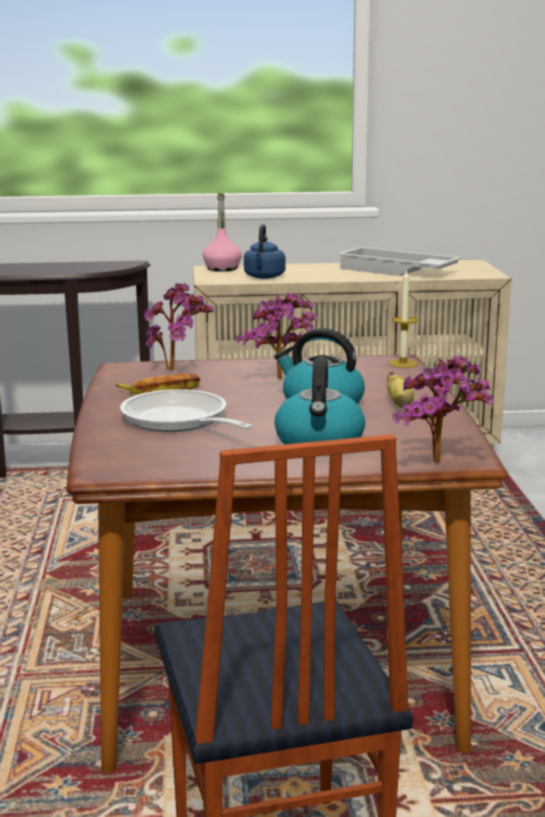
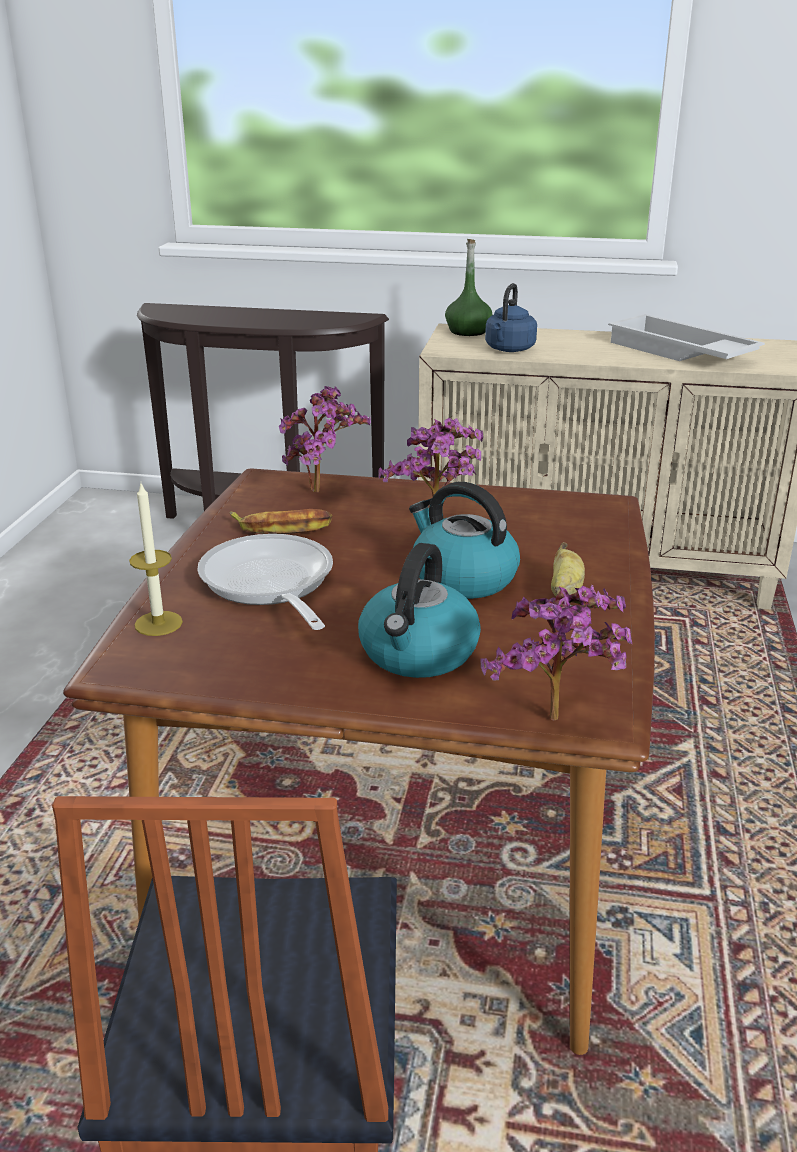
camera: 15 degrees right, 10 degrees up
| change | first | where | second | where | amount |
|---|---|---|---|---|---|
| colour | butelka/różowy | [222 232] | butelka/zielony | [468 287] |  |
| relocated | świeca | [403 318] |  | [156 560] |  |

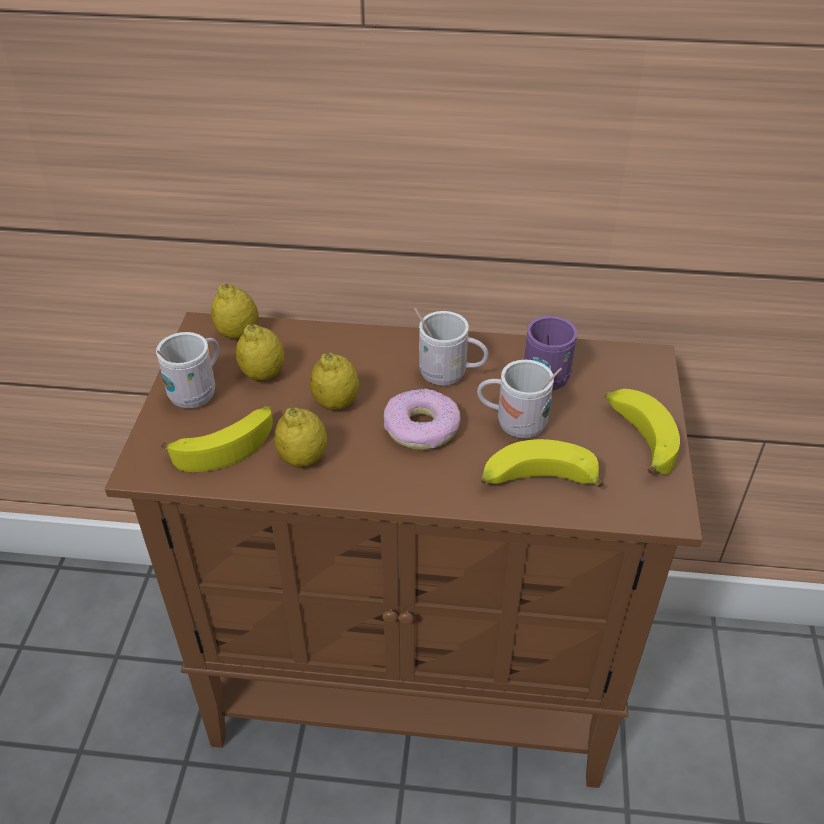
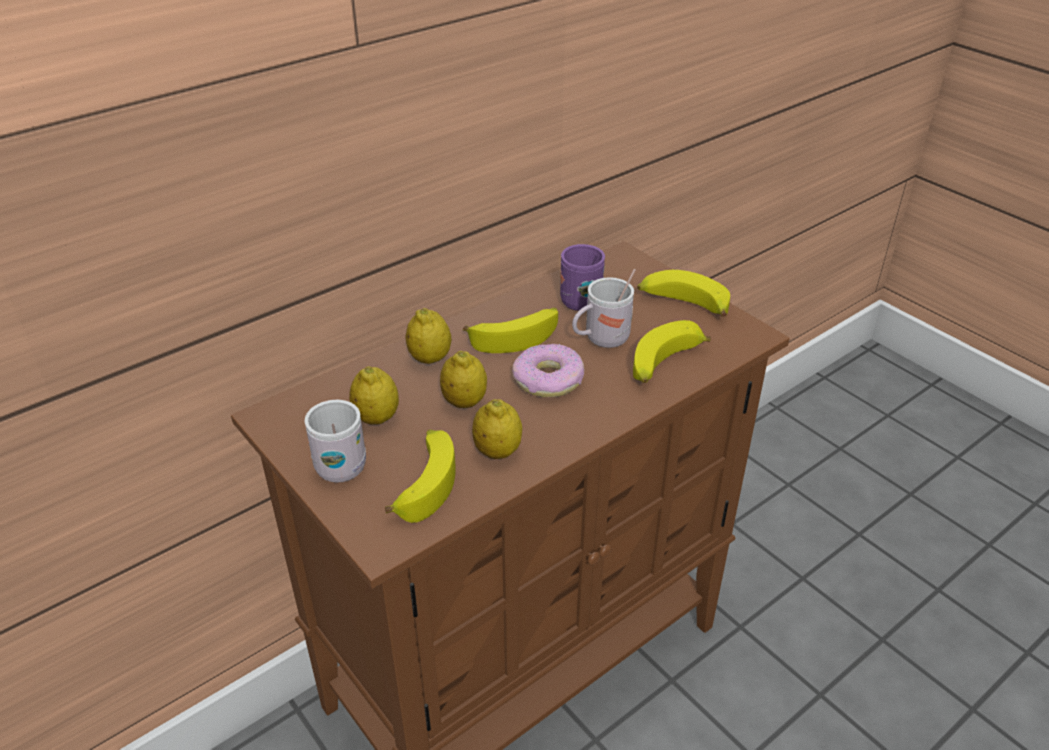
camera: 45 degrees left, 5 degrees down
| change | first | where | second | where | amount |
|---|---|---|---|---|---|
| relocated | cytryna | [235 311] |  | [428 336] |  |
| exchanged | kubek/biały | [451 347] | banan | [510 330] |  |

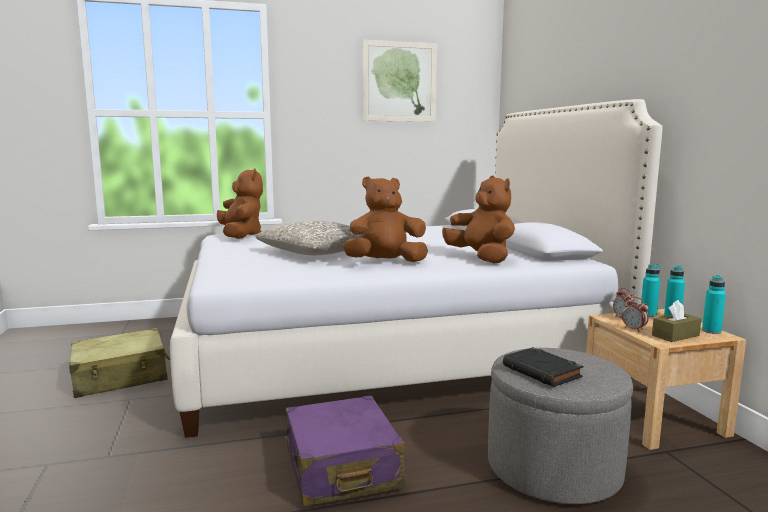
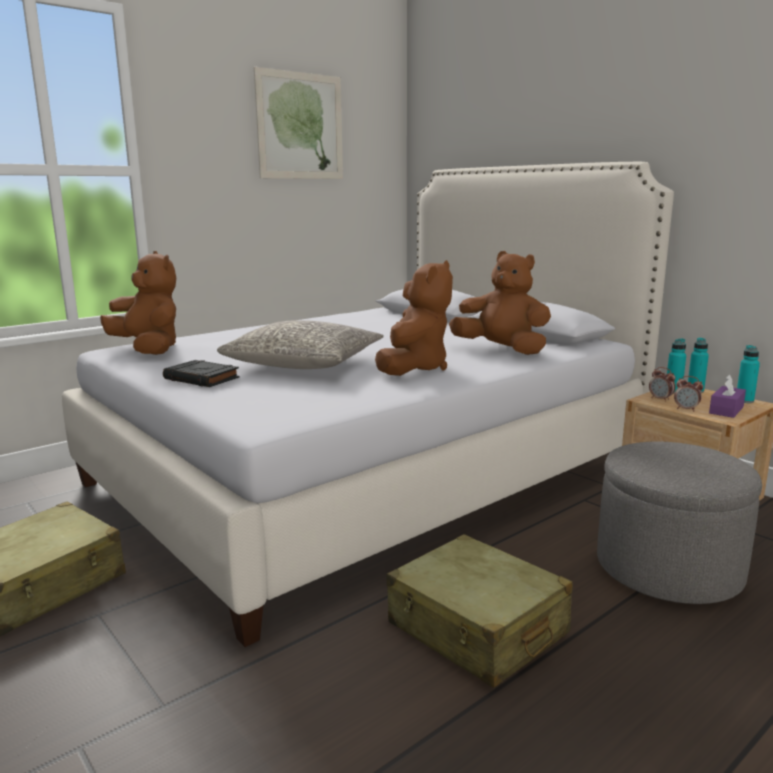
camera: 25 degrees left, 5 degrees up
| change | first | where | second | where | amount |
|---|---|---|---|---|---|
| colour | walizka/fioletowy | [345 451] | walizka/beżowy | [480 611] |  |
| spun | pluszak/brązowy | [385 219] |  | [414 318] | 150 degrees clockwise |
| relocated | książka/czarny | [543 367] |  | [201 373] |  |
| colour | pudełko chusteczek/brązowy | [676 321] | pudełko chusteczek/fioletowy | [727 396] |  |

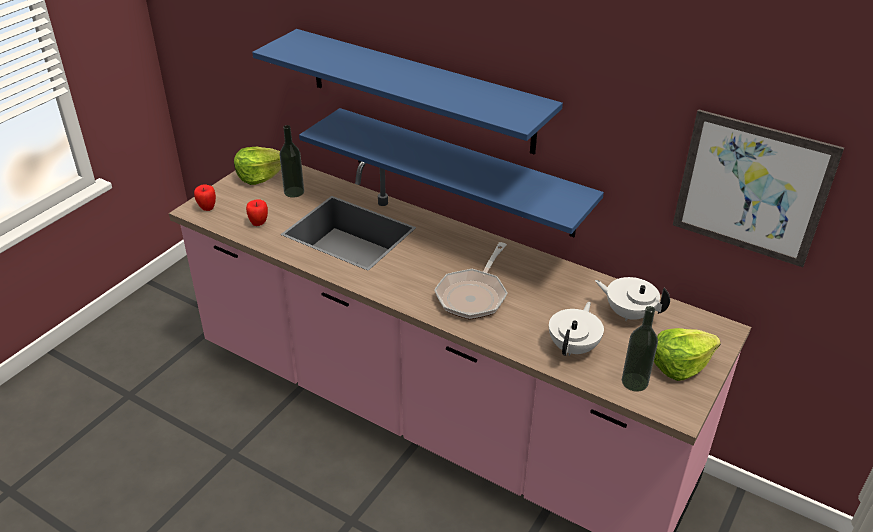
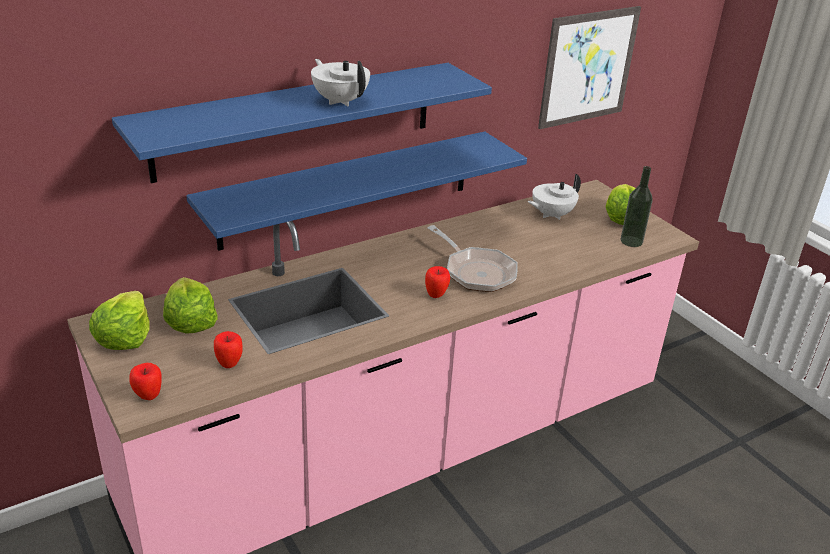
camera: 65 degrees left, 5 degrees down
| change | first | where | second | where | amount |
|---|---|---|---|---|---|
| exchanged | butelka | [291 161] | sałata | [190 305] |  |
| relocated | imbryk/biały | [576 329] |  | [340 82] |  |
| appeared |  |  | jabłko | [437 282] |  |

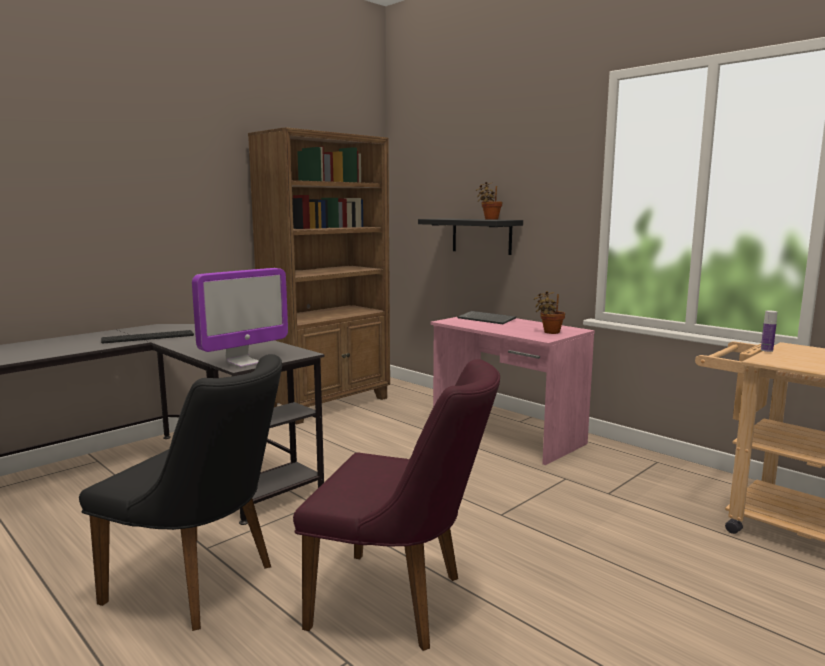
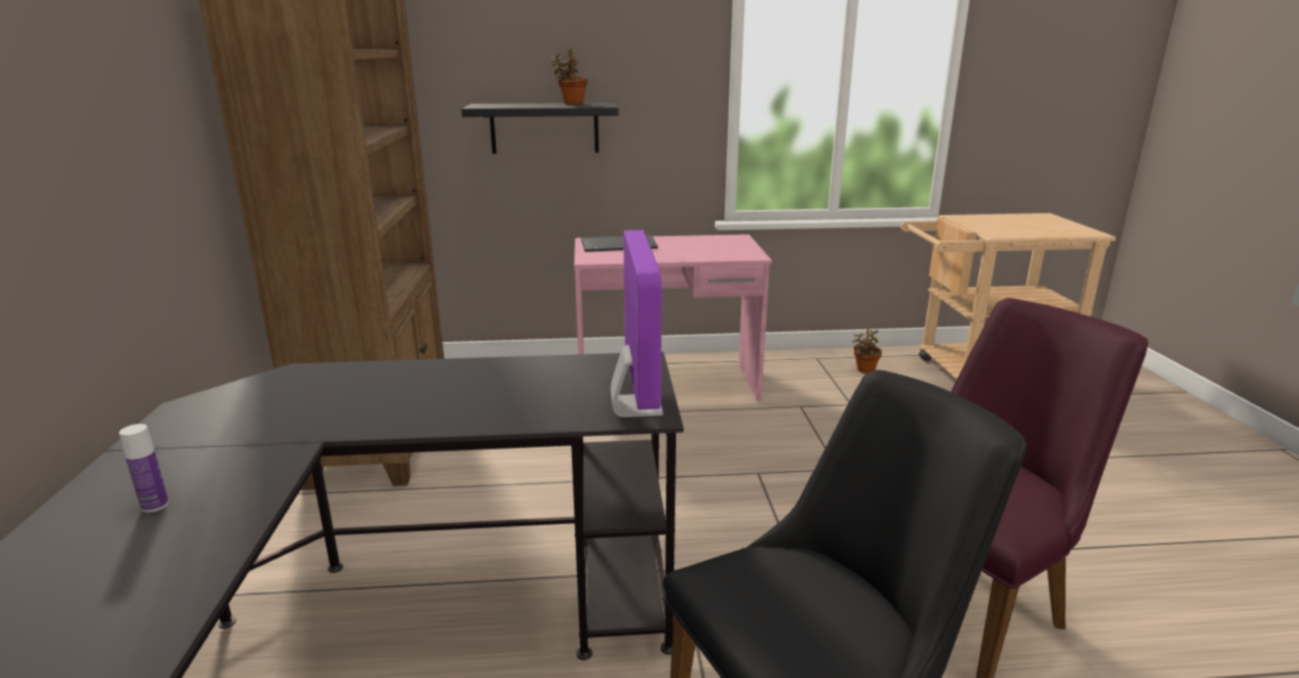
camera: 50 degrees left, 10 degrees up
| change | first | where | second | where | amount |
|---|---|---|---|---|---|
| missing | klawiatura | [147 337] |  |  |  |
| relocated | roślina doniczkowa | [549 312] |  | [867 351] |  |
| relocated | butelka | [769 331] |  | [144 468] |  |

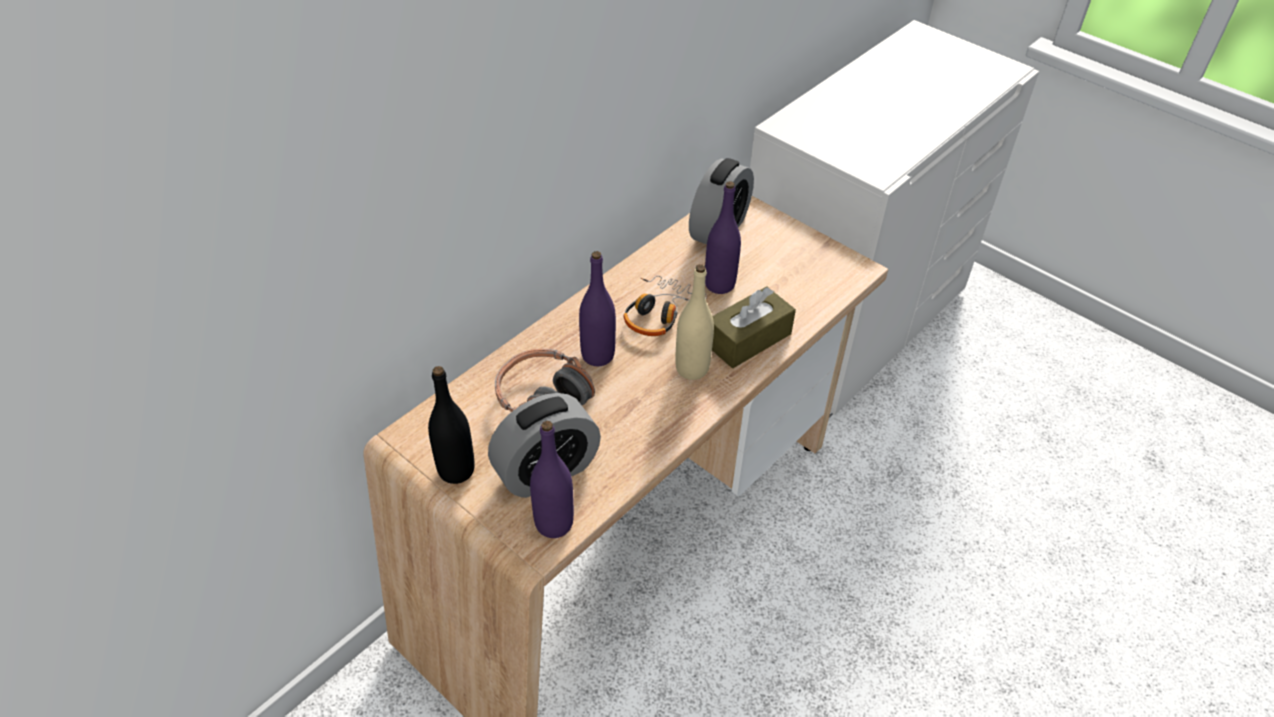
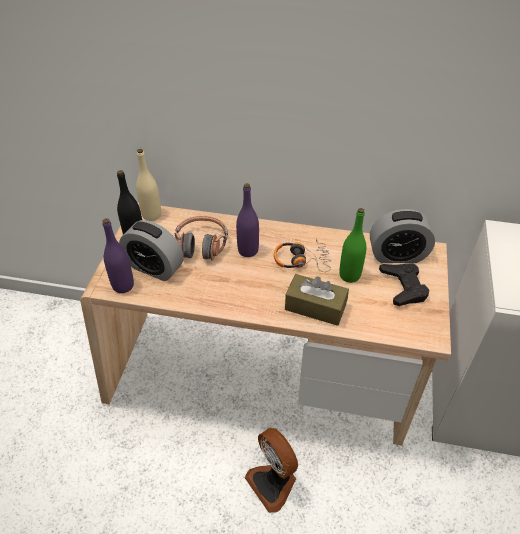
camera: 60 degrees right, 0 degrees up
| change | first | where | second | where | amount |
|---|---|---|---|---|---|
| relocated | butelka/beżowy | [694 322] |  | [148 185] |  |
| colour | butelka/fioletowy | [723 237] | butelka/zielony | [353 245] |  |
| appeared |  |  | wentylator | [271 470] |  |
| appeared |  |  | pad do gier/czarny | [404 284] |  |

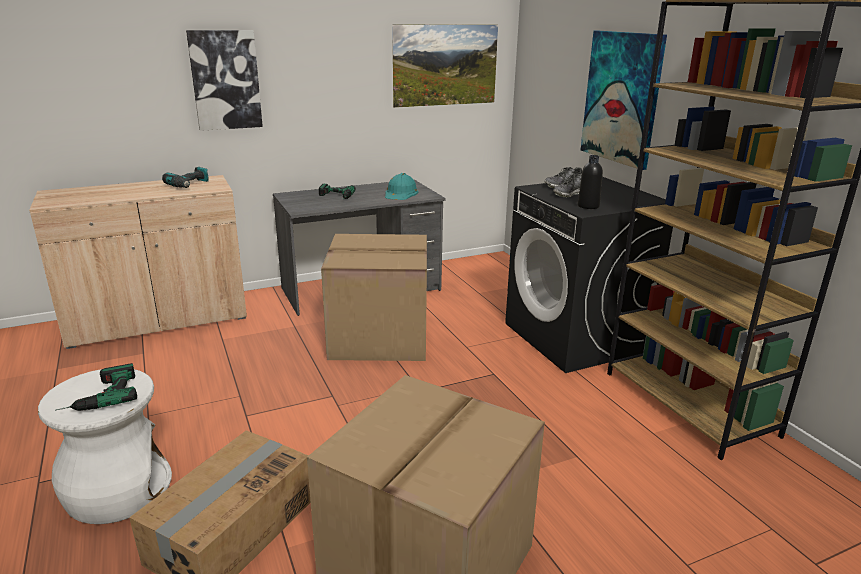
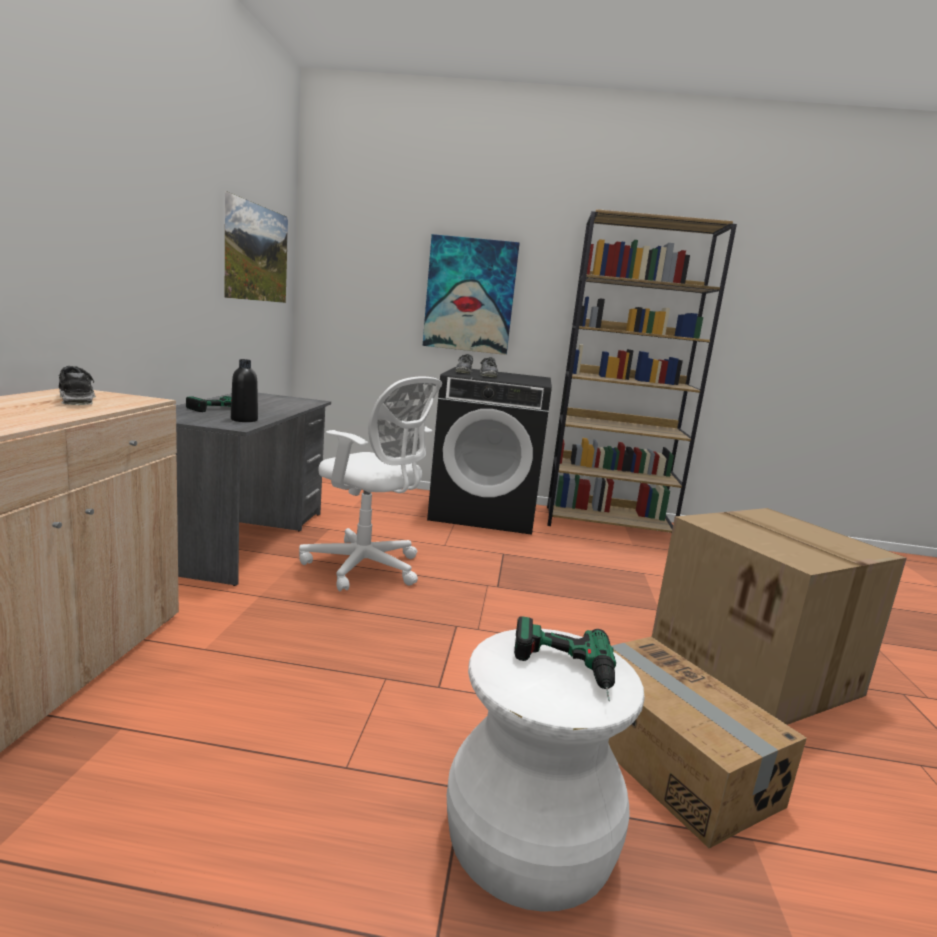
camera: 60 degrees left, 10 degrees down
| change | first | where | second | where | amount |
|---|---|---|---|---|---|
| exchanged | wiertarka | [185 177] | but | [77 385] |  |
| missing | obraz | [224 80] |  |  |  |
| exchanged | karton | [374 297] | krzesło biurowe/biały | [370 483] |  |
| missing | kask/turkusowy | [402 186] |  |  |  |
| relocated | butelka/czarny | [590 182] |  | [244 390] |  |

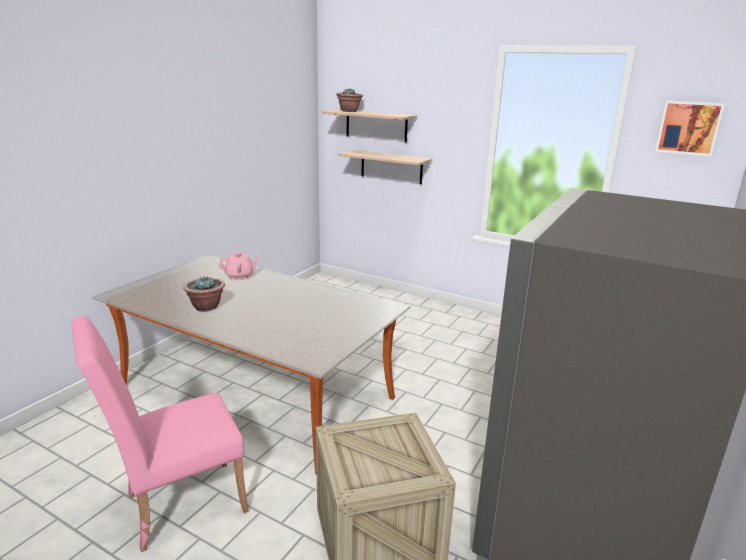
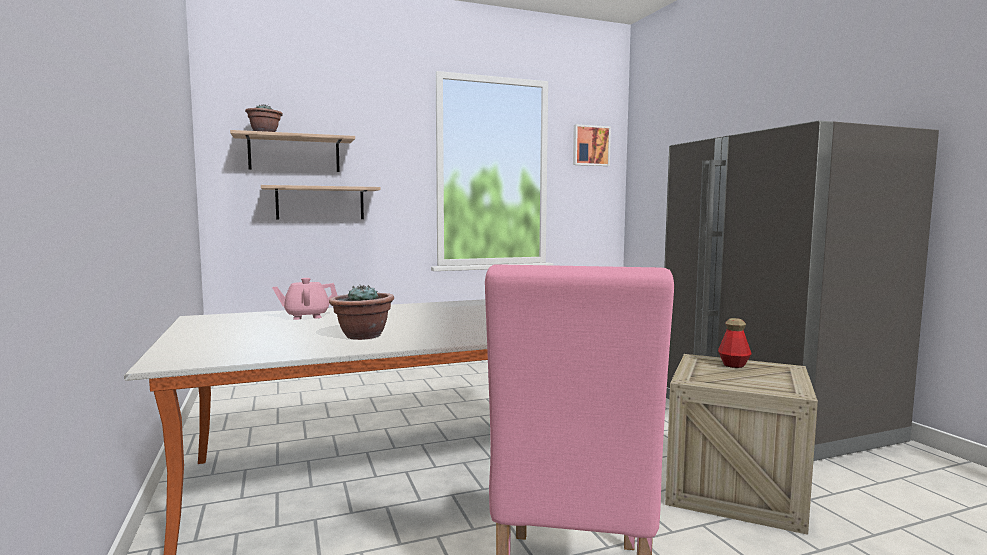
camera: 50 degrees left, 15 degrees down
| change | first | where | second | where | amount |
|---|---|---|---|---|---|
| spun | imbryk/różowy | [239 266] |  | [305 299] | 135 degrees counterclockwise |
| appeared |  |  | butelka | [734 343] |  |

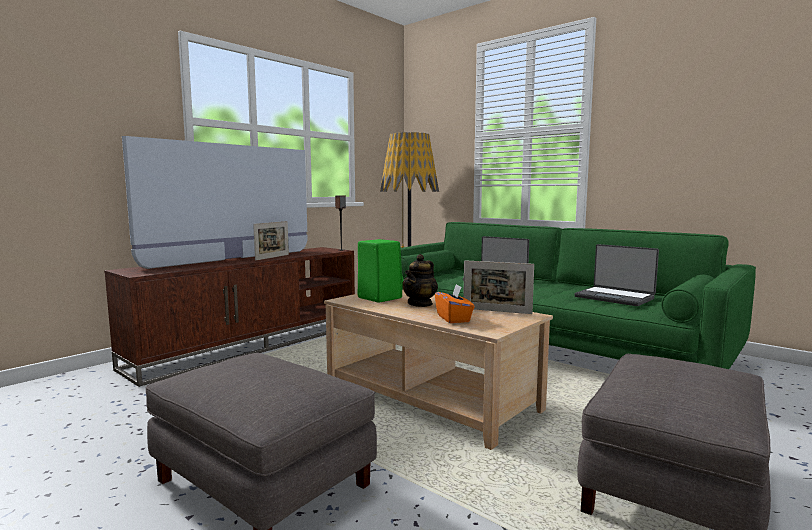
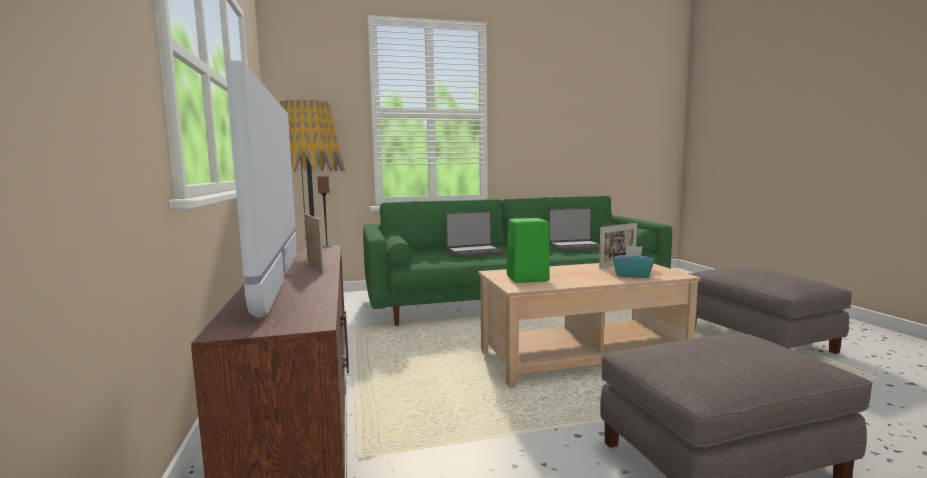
camera: 55 degrees left, 0 degrees up
| change | first | where | second | where | amount |
|---|---|---|---|---|---|
| missing | imbryk | [420 280] |  |  |  |
| colour | pudełko chusteczek/pomarańczowy | [455 303] | pudełko chusteczek/turkusowy | [633 262] |  |

